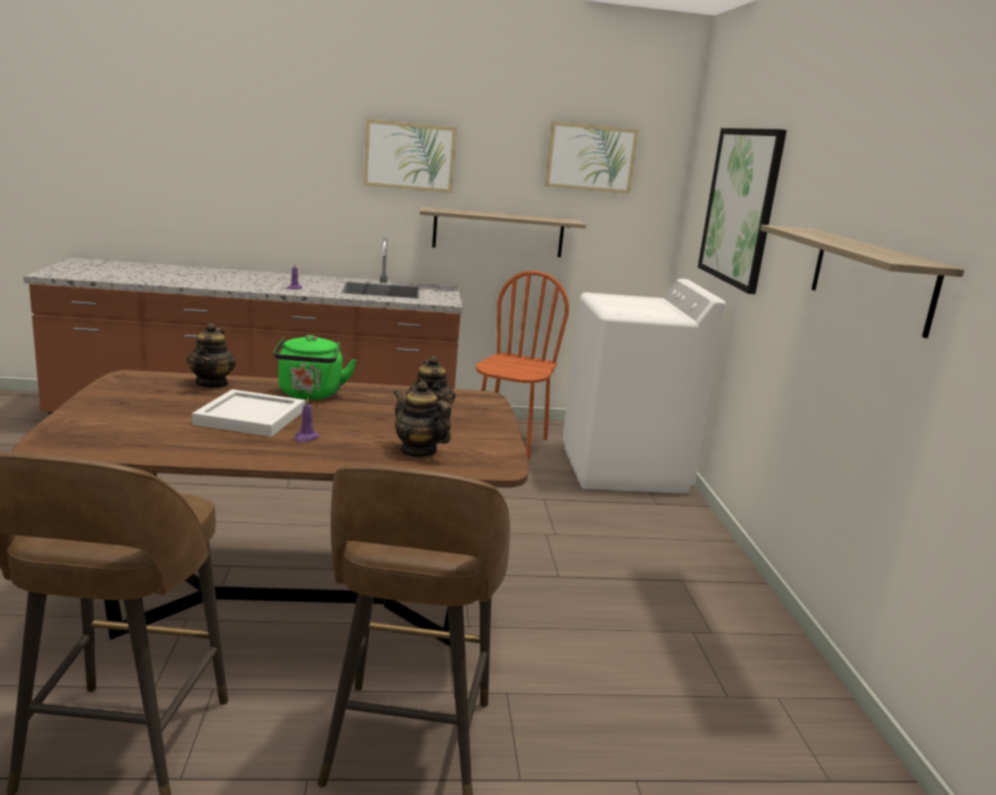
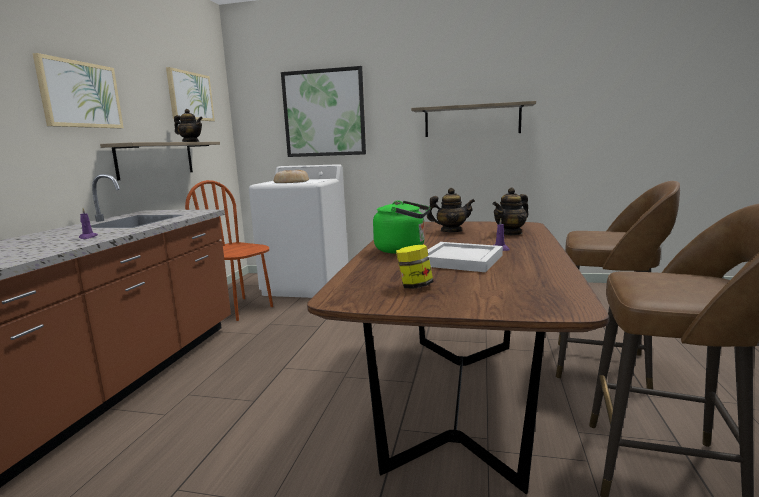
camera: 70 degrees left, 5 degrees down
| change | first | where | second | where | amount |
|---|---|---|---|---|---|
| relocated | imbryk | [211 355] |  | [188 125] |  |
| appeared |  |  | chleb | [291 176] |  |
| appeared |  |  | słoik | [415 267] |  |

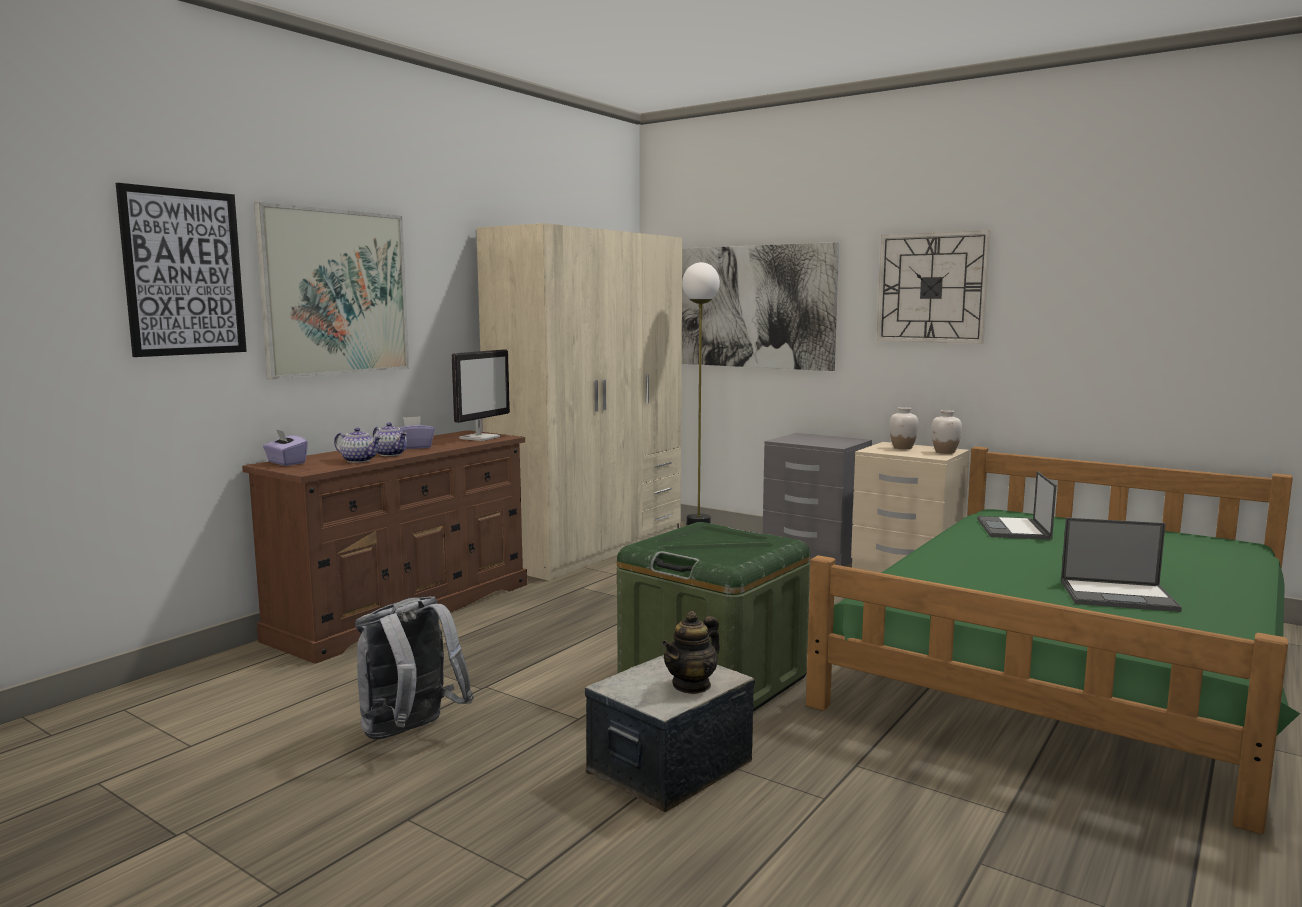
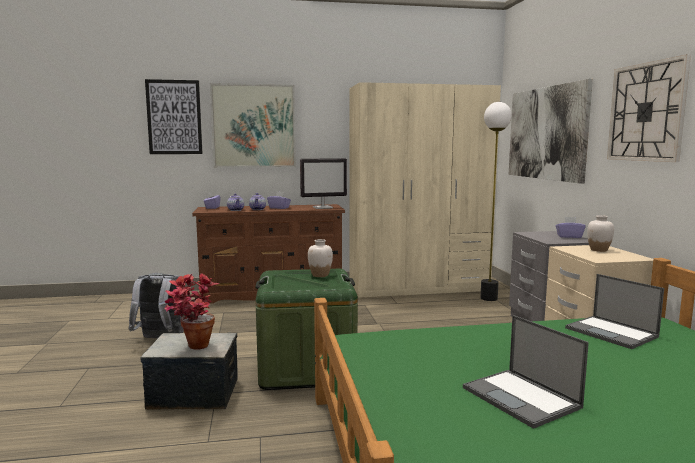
camera: 45 degrees right, 0 degrees up
| change | first | where | second | where | amount |
|---|---|---|---|---|---|
| exchanged | imbryk | [691 652] | roślina doniczkowa | [191 311] |  |
| relocated | wazon/biały | [946 432] |  | [320 258] |  |
| spun | laptop | [1016 505] |  | [614 311] | 90 degrees counterclockwise |
| appeared |  |  | pudełko chusteczek/fioletowy | [571 227] |  |

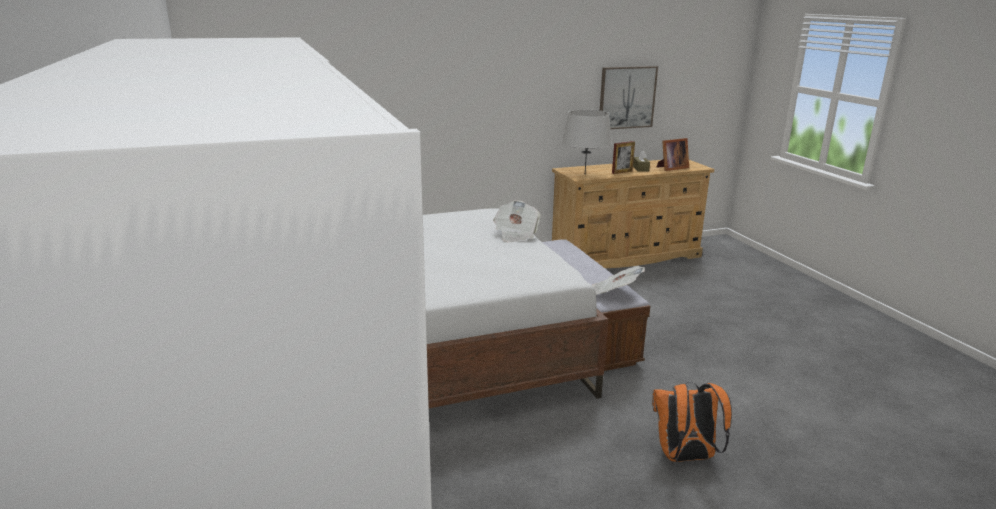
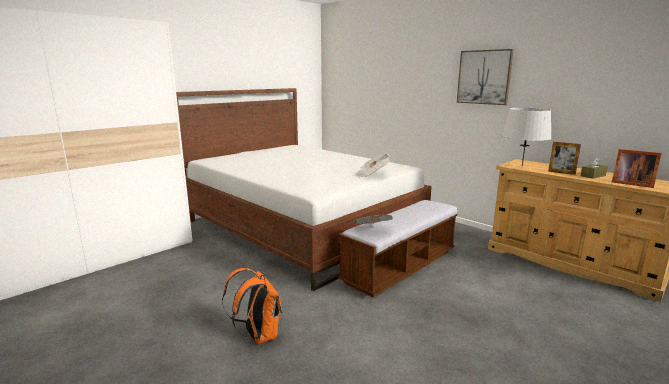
camera: 65 degrees right, 5 degrees down
| change | first | where | second | where | amount |
|---|---|---|---|---|---|
| relocated | obraz | [629 97] |  | [485 77] |  |

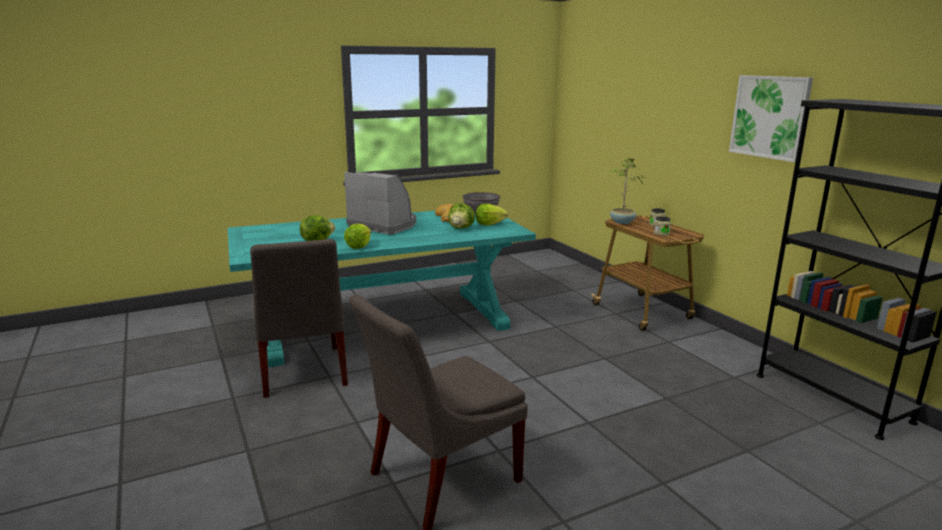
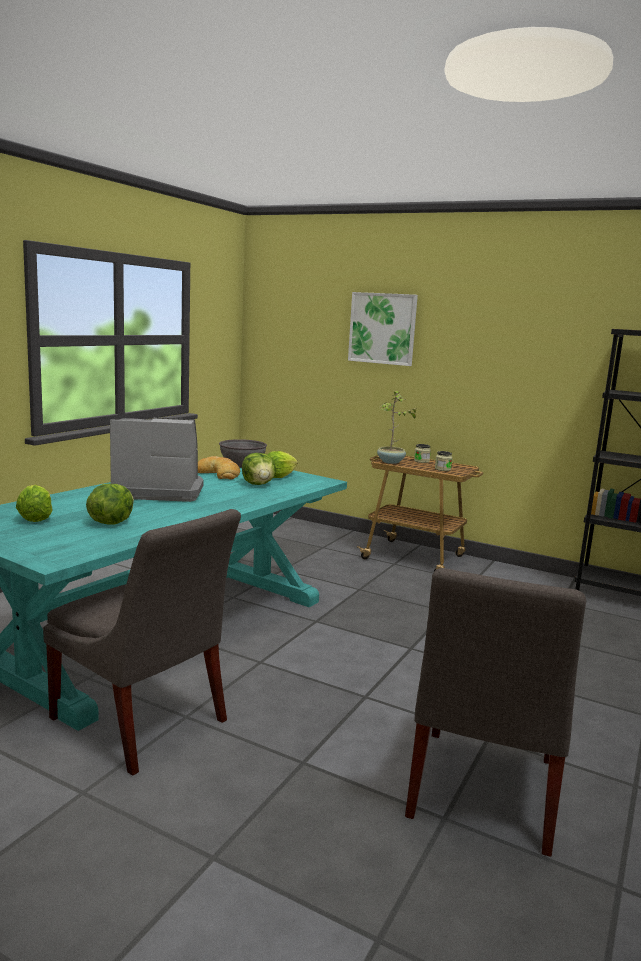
camera: 35 degrees left, 5 degrees down
| change | first | where | second | where | amount |
|---|---|---|---|---|---|
| relocated | sałata | [357 236] |  | [34 503] |  |
| relocated | obraz | [771 118] |  | [383 329] |  |

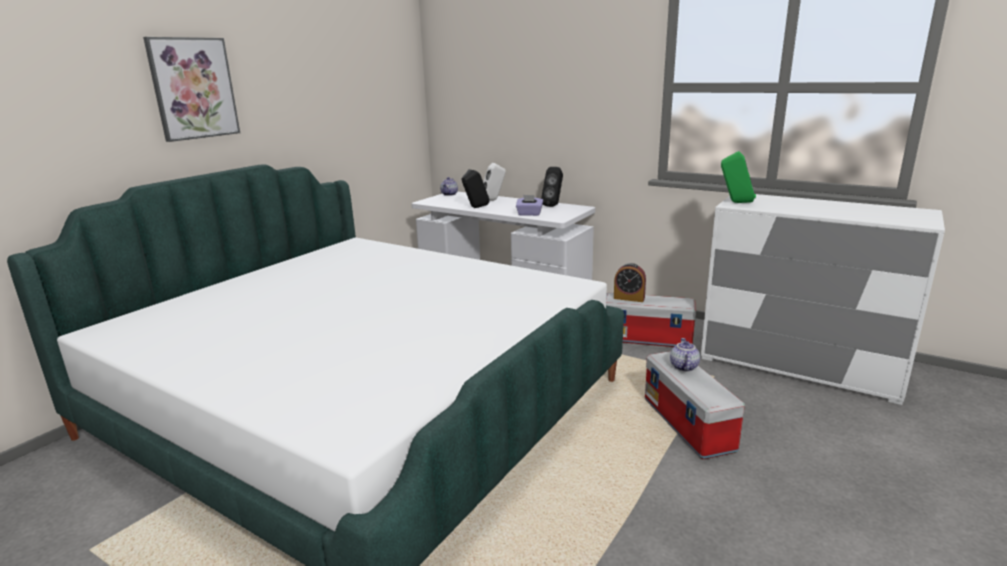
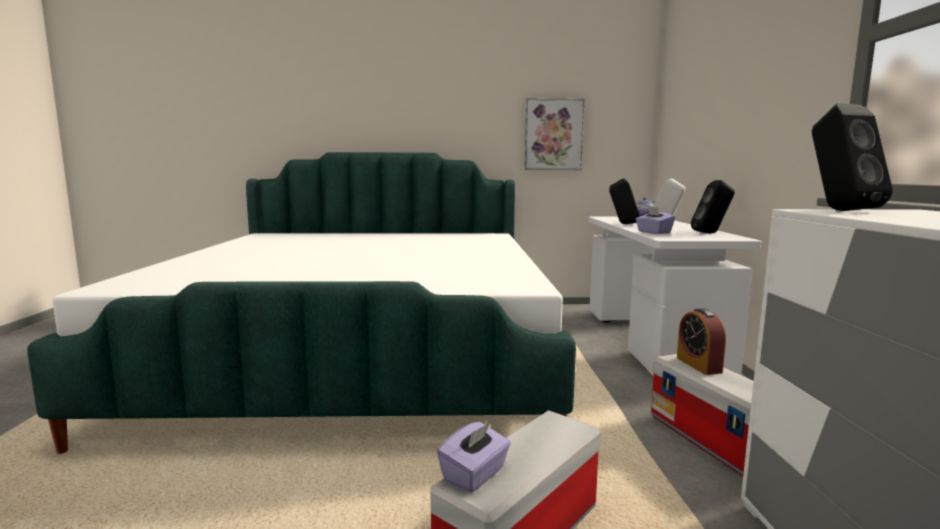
camera: 55 degrees right, 10 degrees down
| change | first | where | second | where | amount |
|---|---|---|---|---|---|
| relocated | obraz | [191 89] |  | [555 134] |  |
| missing | imbryk | [685 354] |  |  |  |
| colour | głośnik/zielony | [738 177] | głośnik/czarny | [852 157] |  |
| appeared |  |  | pudełko chusteczek/fioletowy | [474 457] |  |

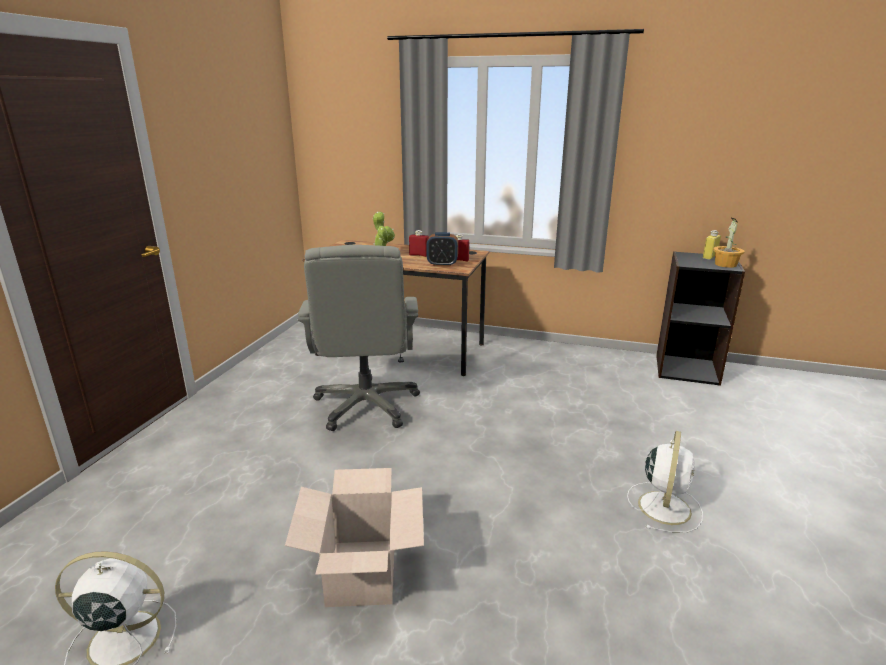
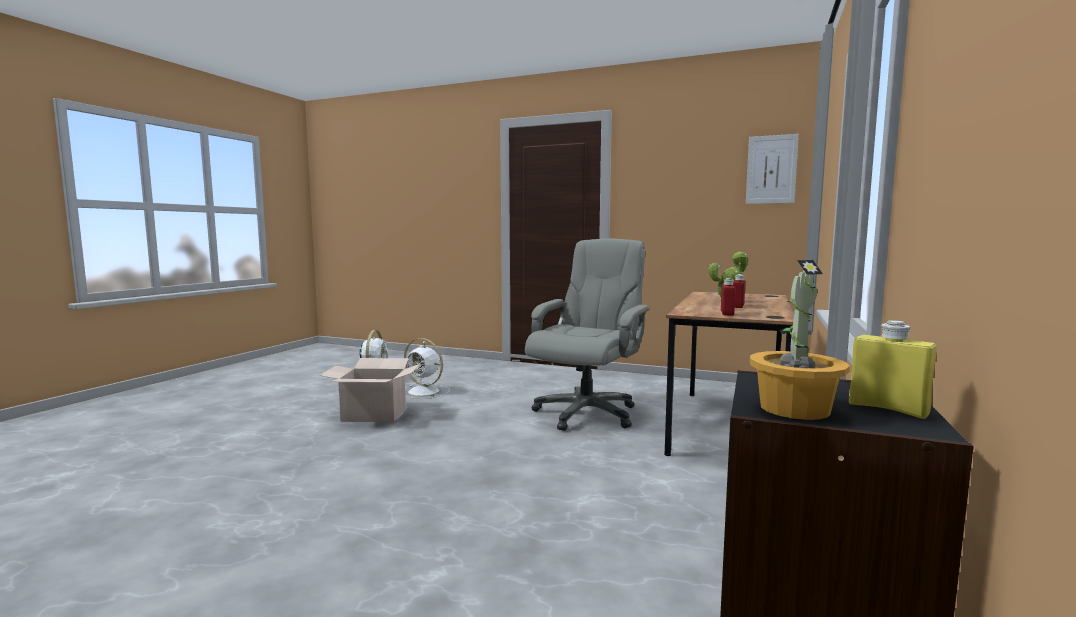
camera: 95 degrees right, 15 degrees down
| change | first | where | second | where | amount |
|---|---|---|---|---|---|
| spun | krzesło biurowe/szary | [359 338] |  | [587 334] | 120 degrees clockwise |
| missing | budzik | [442 249] |  |  |  |
| relocated | wentylator/biały | [665 482] |  | [427 368] |  |
| appeared |  |  | obraz | [772 169] |  |

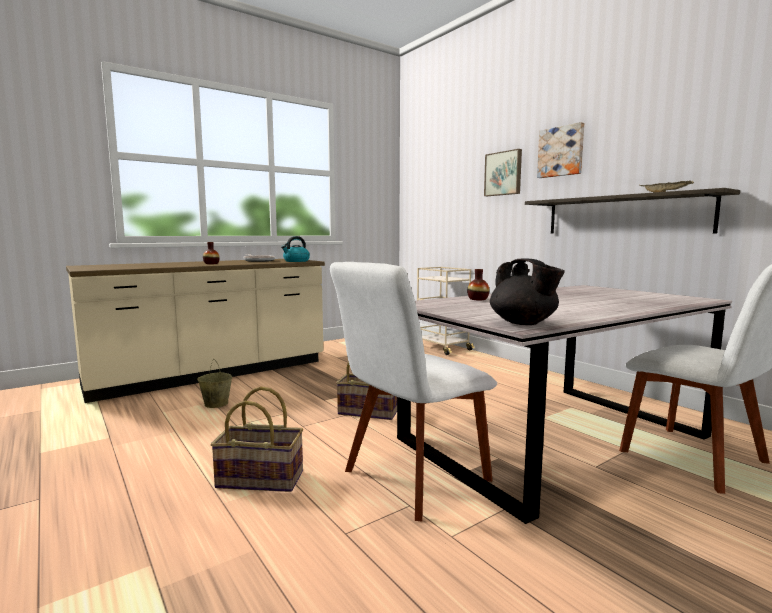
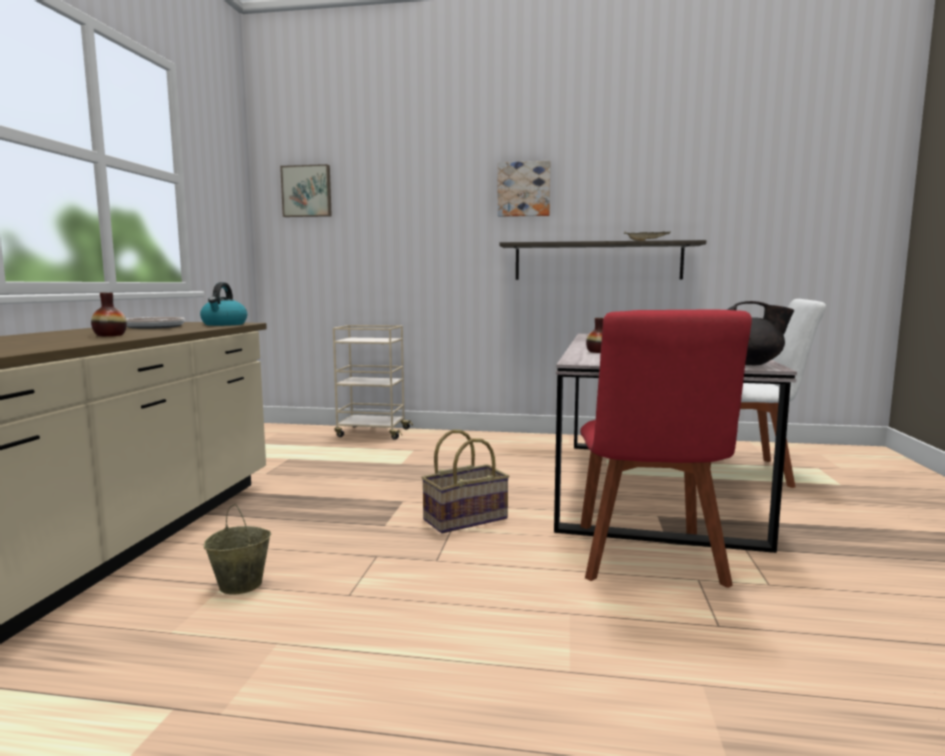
camera: 45 degrees left, 0 degrees up
| change | first | where | second | where | amount |
|---|---|---|---|---|---|
| missing | koszyk | [257 439] |  |  |  |
| colour | krzesło/biały | [413 391] | krzesło/czerwony | [666 448] |  |
| relocated | obraz | [503 172] |  | [306 190] |  |

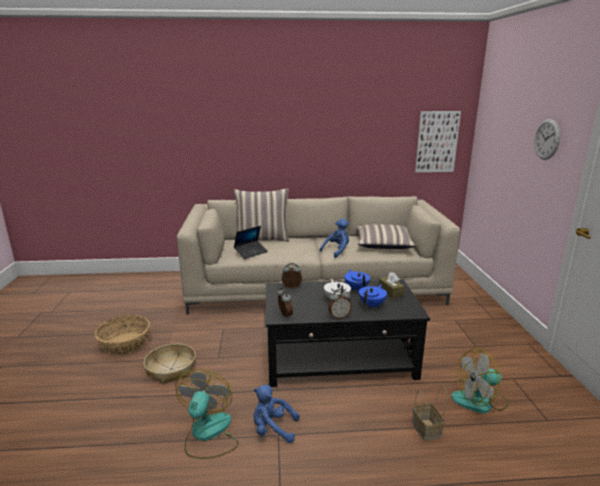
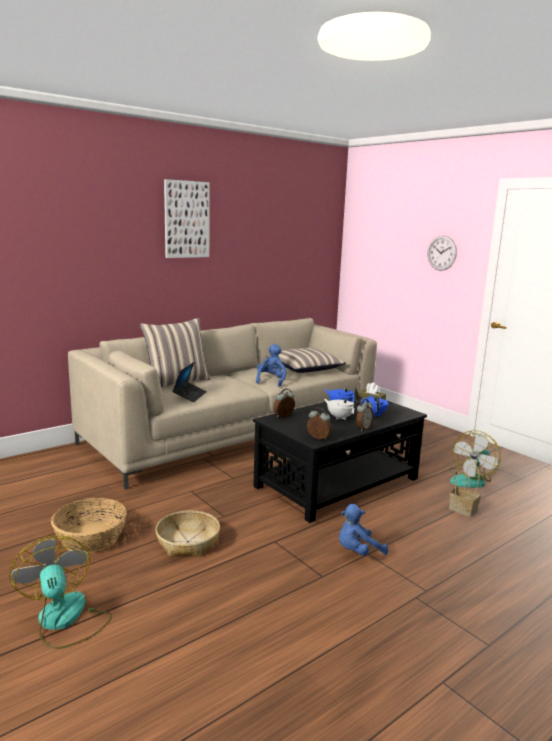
camera: 35 degrees left, 5 degrees down
| change | first | where | second | where | amount |
|---|---|---|---|---|---|
| relocated | wentylator | [207 414] |  | [60 592] |  |
| relocated | obraz | [438 141] |  | [187 218] |  |

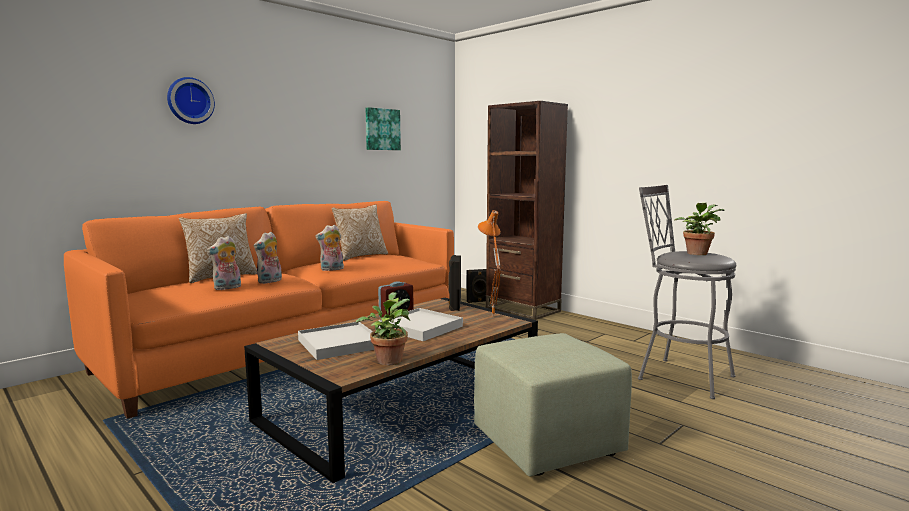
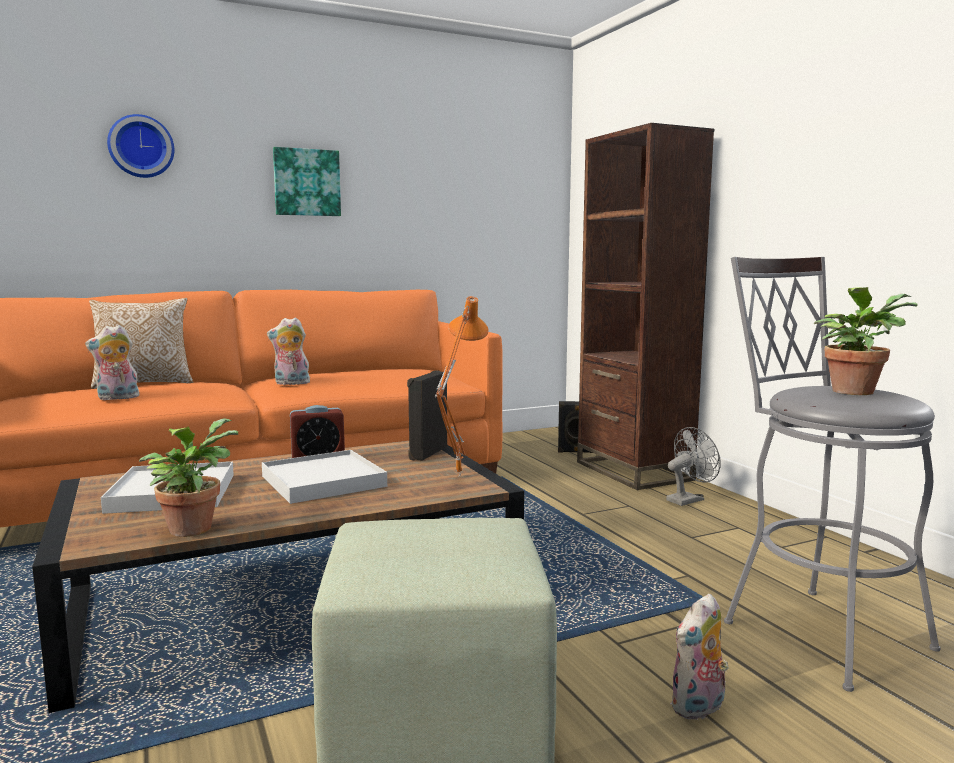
camera: 20 degrees right, 0 degrees up
| change | first | where | second | where | amount |
|---|---|---|---|---|---|
| relocated | pluszak | [268 257] |  | [699 657] |  |
| missing | poduszka | [360 233] |  |  |  |
| relocated | obraz | [383 128] |  | [307 181] |  |
| appeared |  |  | wentylator/szary | [693 466] |  |

